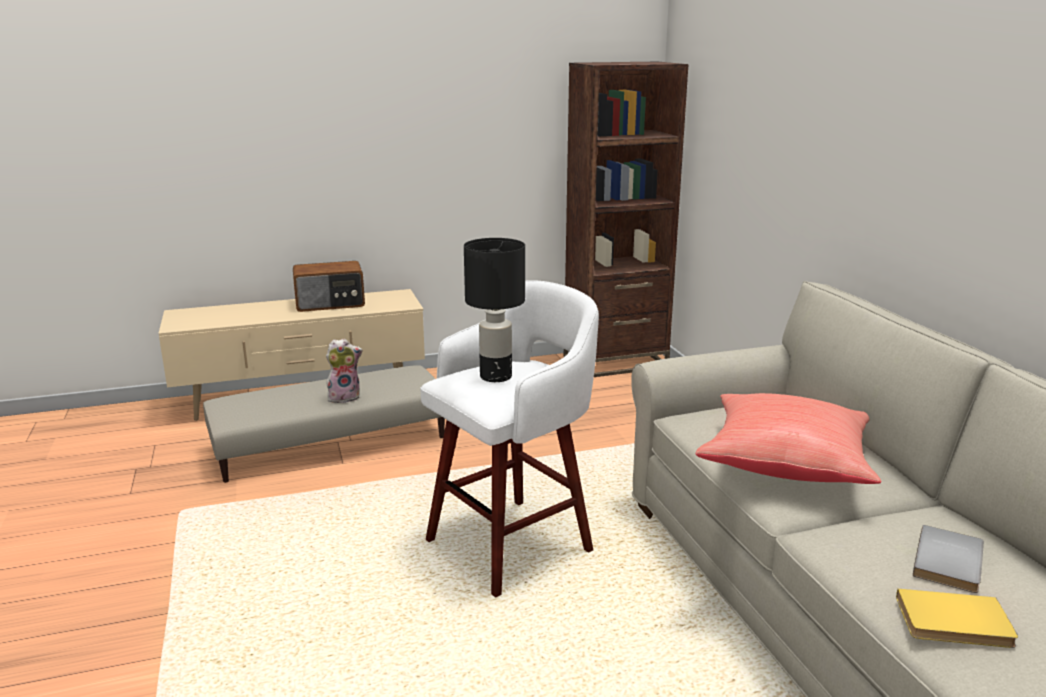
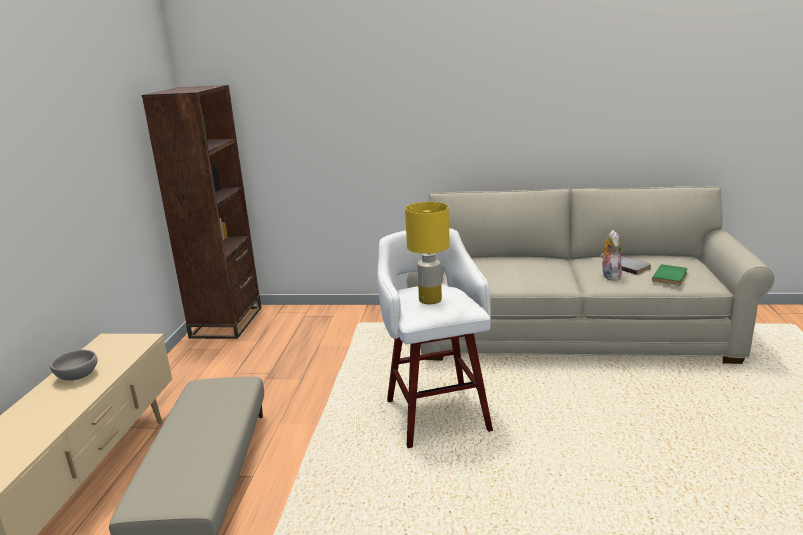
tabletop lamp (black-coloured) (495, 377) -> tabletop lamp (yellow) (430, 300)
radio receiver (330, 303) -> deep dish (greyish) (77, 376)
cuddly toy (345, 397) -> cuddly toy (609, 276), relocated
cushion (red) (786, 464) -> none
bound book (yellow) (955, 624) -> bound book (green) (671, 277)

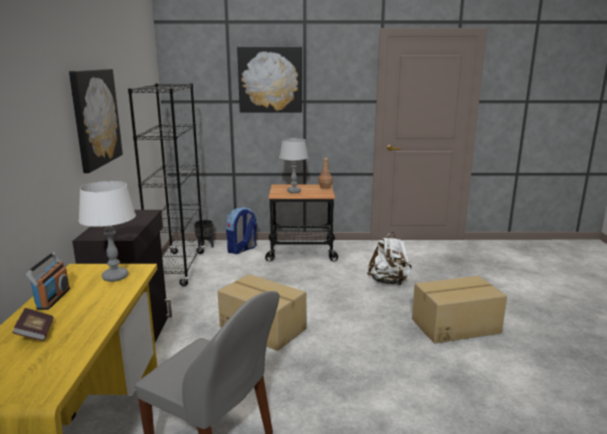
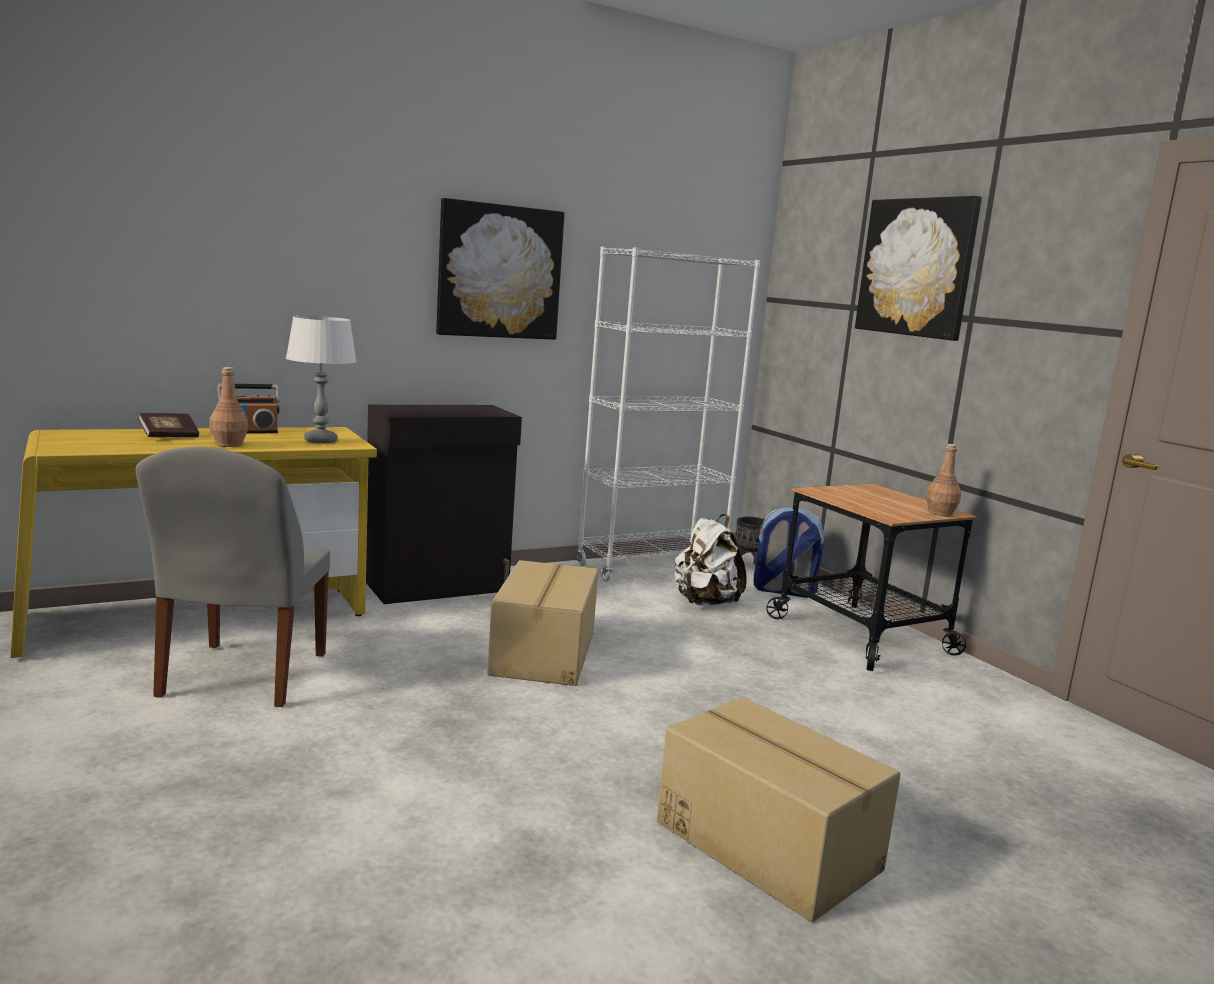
bookshelf (black-coloured) (178, 268) -> bookshelf (white-coloured) (651, 567)
tabletop lamp (greyish) (294, 191) -> none
knapsack (white-coloured) (389, 282) -> knapsack (white-coloured) (705, 602), relocated
none -> beverage bottle (brown) (228, 444)

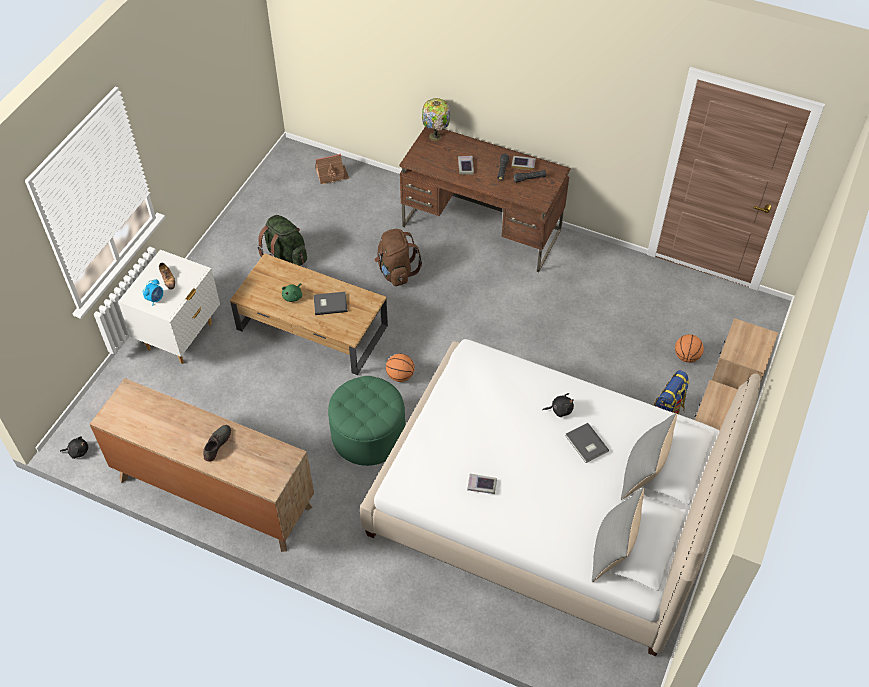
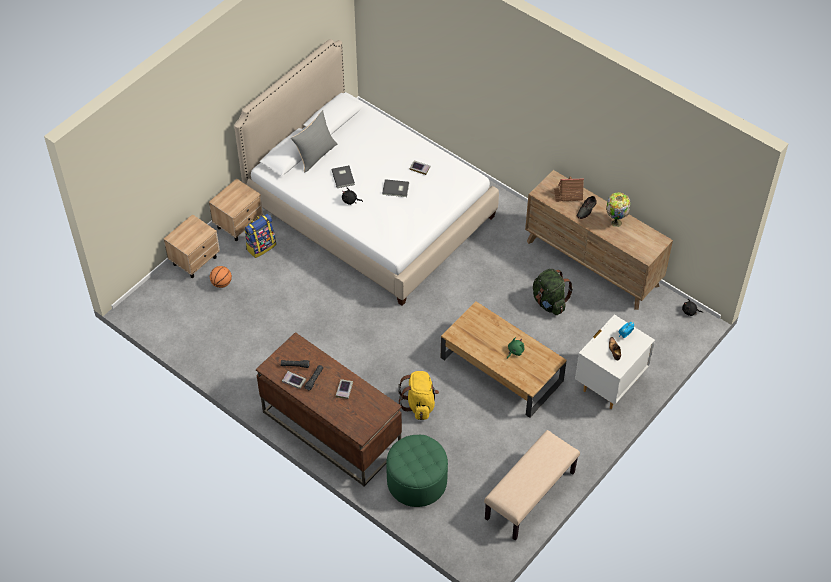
tabletop lamp (435, 137) -> tabletop lamp (616, 222), relocated
toy house (332, 175) -> toy house (568, 194), relocated
knapsack (green) (285, 256) -> knapsack (green) (549, 302), relocated
knapsack (brown) (396, 272) -> knapsack (yellow) (419, 404)
bound book (greyish) (329, 303) -> bound book (greyish) (396, 189), relocated
basketball ball (400, 376) -> none
ottoman (green) (368, 435) -> ottoman (green) (417, 481), relocated
cushion (greyish) (612, 550) -> none
none -> long seat (beige) (530, 496)

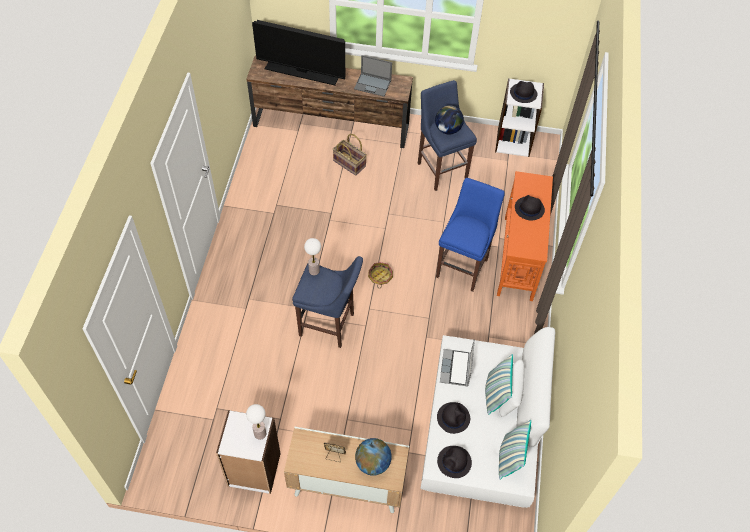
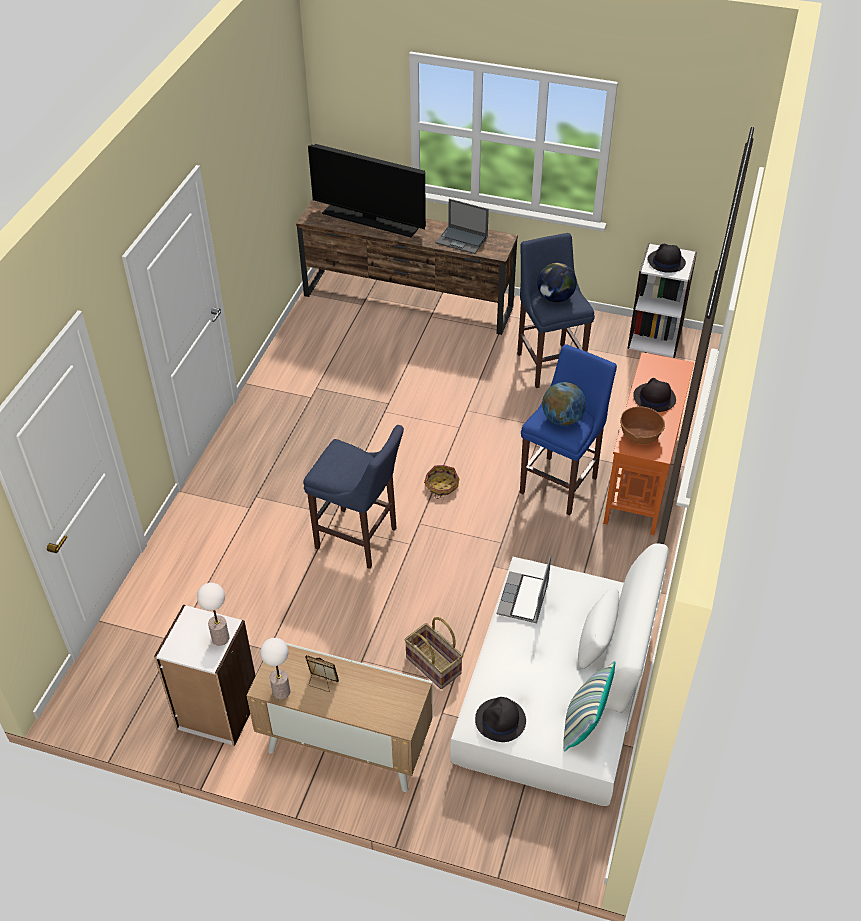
household basket (350, 163) -> household basket (434, 665), relocated
tabletop lamp (314, 271) -> tabletop lamp (281, 691), relocated
cushion (495, 394) -> none
wearable hat (black-coloured) (453, 417) -> none
globe (373, 463) -> globe (562, 419), relocated
none -> deep dish (brown) (640, 435)

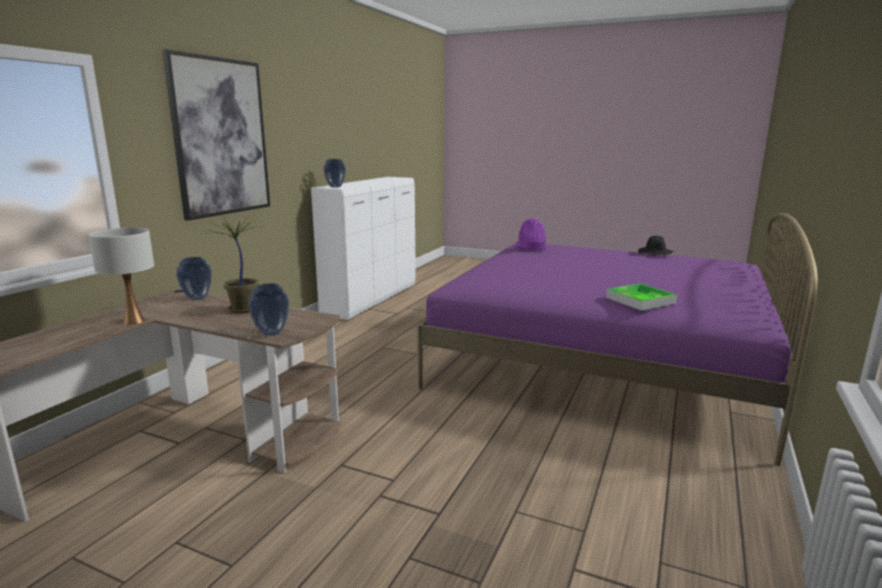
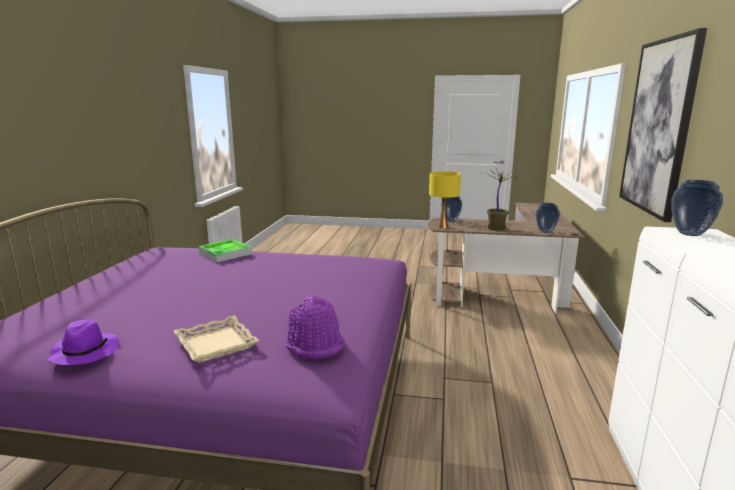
tabletop lamp (white-coloured) (134, 321) -> none
wearable hat (black-coloured) (655, 253) -> wearable hat (purple-coloured) (84, 352)
none -> tabletop lamp (yellow) (442, 226)
none -> tray (beige) (217, 344)

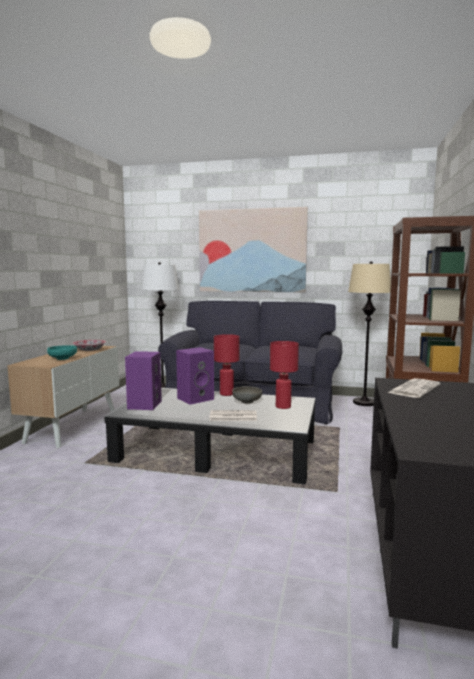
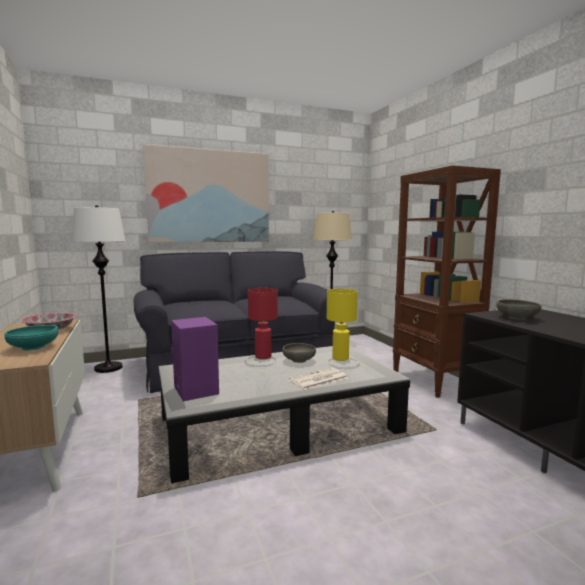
tabletop lamp (red) (283, 407) -> tabletop lamp (yellow) (340, 358)
loudspeaker (purple-coloured) (196, 398) -> none
daily paper (414, 389) -> deep dish (greyish) (517, 318)

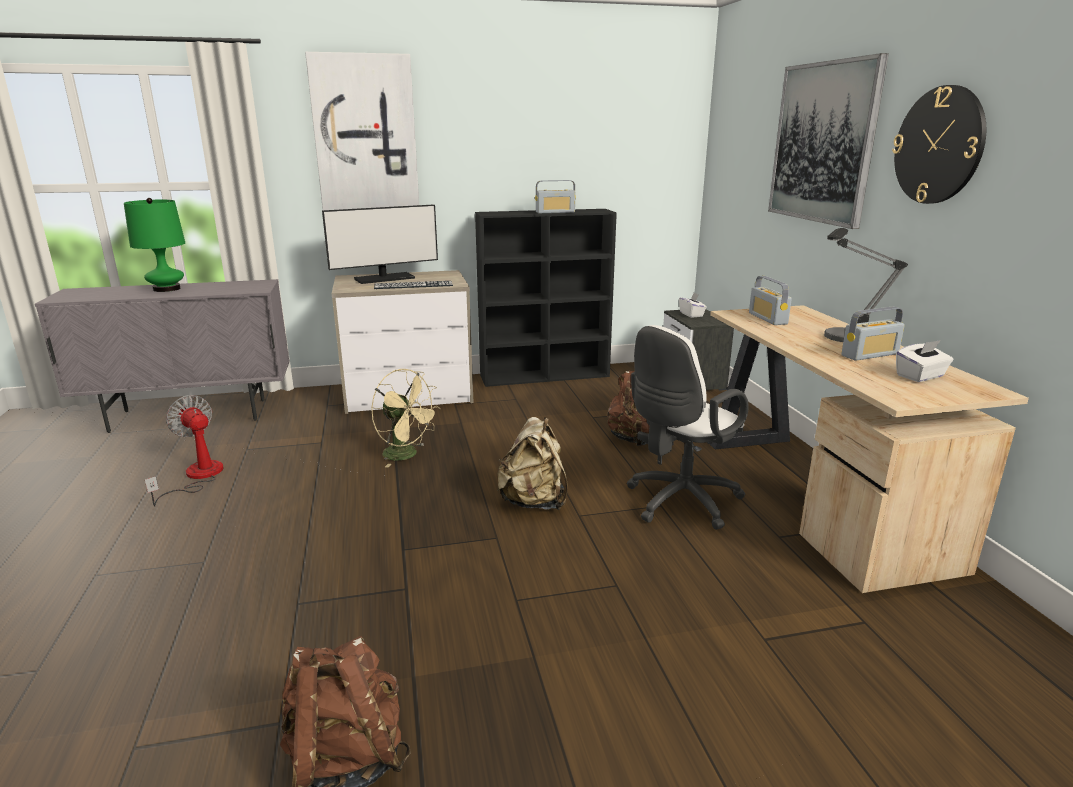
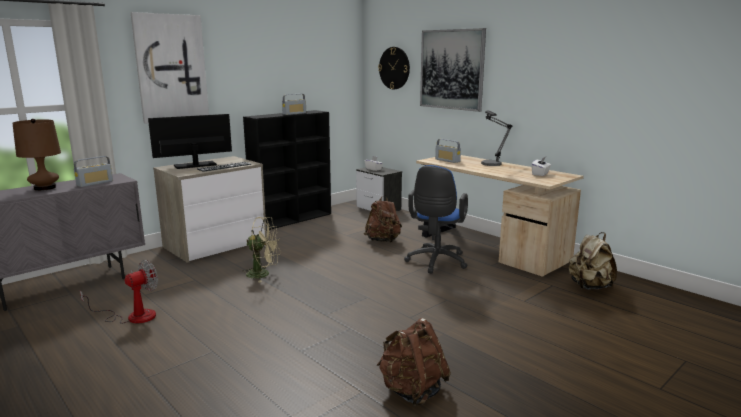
clock on the wall (939, 145) -> clock on the wall (394, 68), relocated
tabletop lamp (green) (166, 289) -> tabletop lamp (brown) (45, 188)
computer screen (384, 278) -> computer screen (195, 165), 150 degrees counterclockwise
radio receiver (870, 355) -> radio receiver (95, 183), relocated
desk chair (white-coloured) (678, 503) -> desk chair (bluish) (435, 262)
electric fan (197, 477) -> electric fan (132, 316), 120 degrees clockwise
knapsack (beige) (534, 502) -> knapsack (beige) (589, 287), relocated

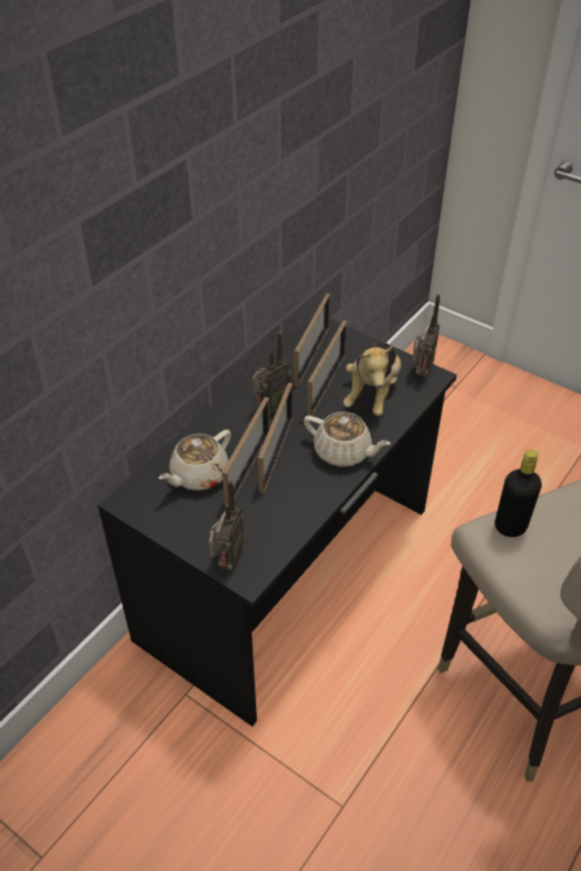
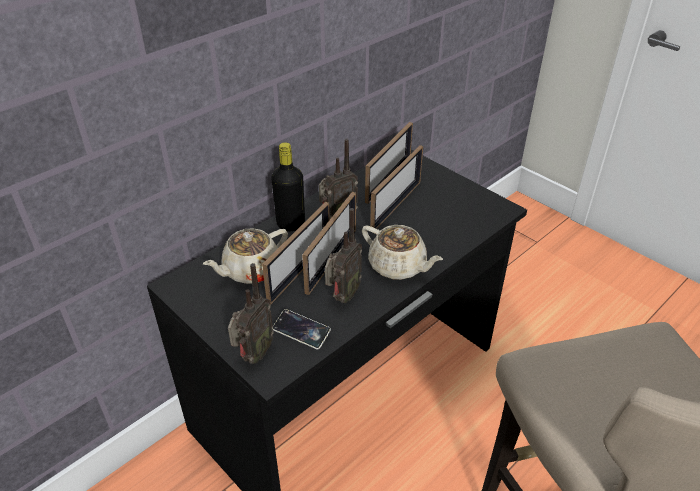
radio receiver (421, 373) -> radio receiver (342, 297), relocated
cuddly toy (372, 393) -> none
beverage bottle (black-coloured) (510, 527) -> beverage bottle (black-coloured) (290, 224), relocated
none -> telephone (301, 331)

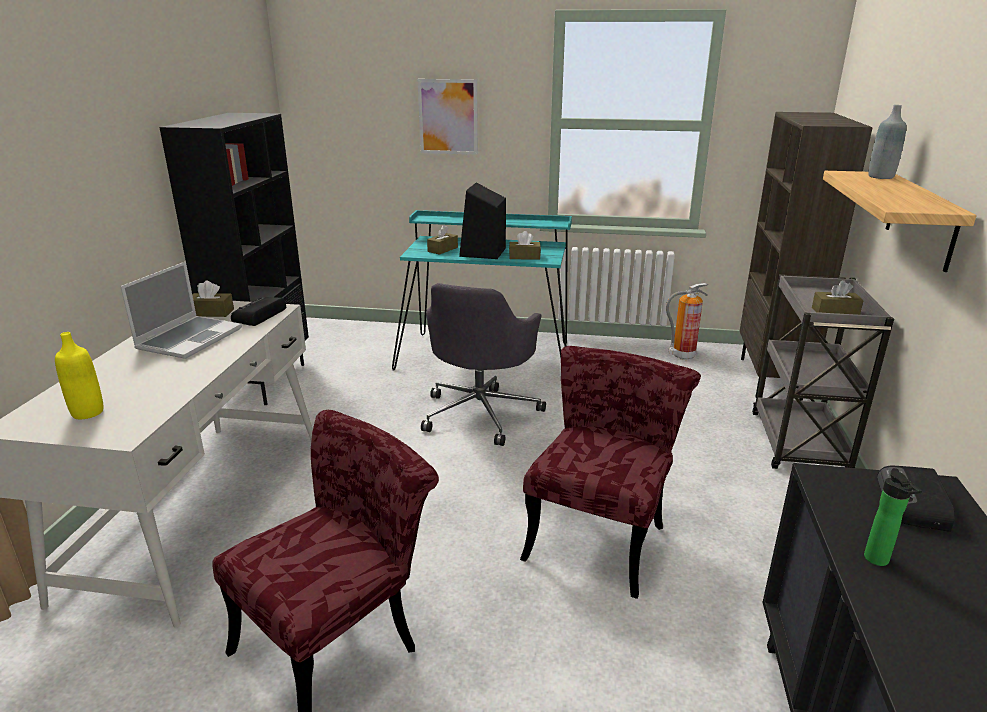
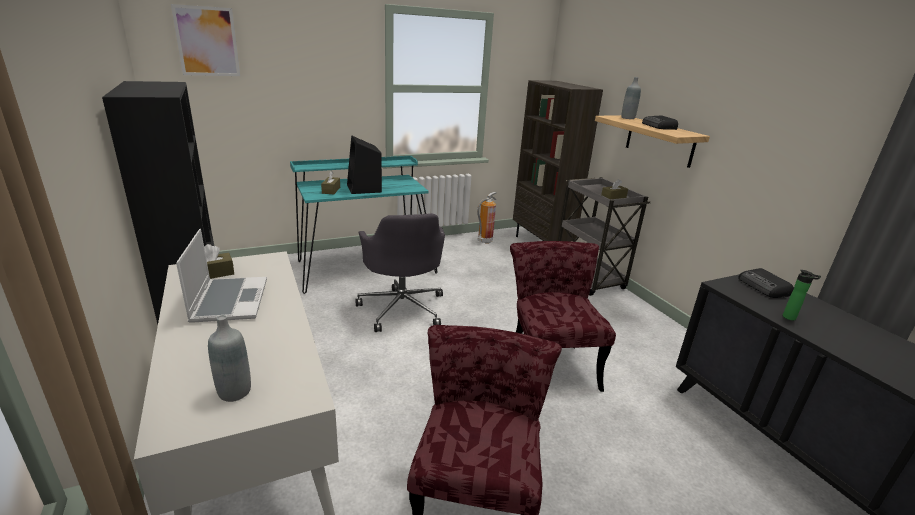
picture (448, 117) -> picture (207, 41), relocated
box of tissues (brown) (524, 257) -> none
radio receiver (259, 316) -> radio receiver (659, 126), relocated
beverage bottle (yellow) (87, 412) -> beverage bottle (greyish) (234, 392)

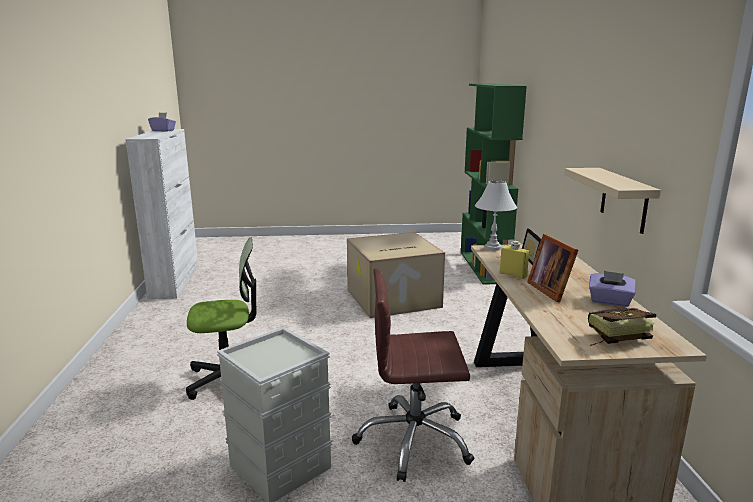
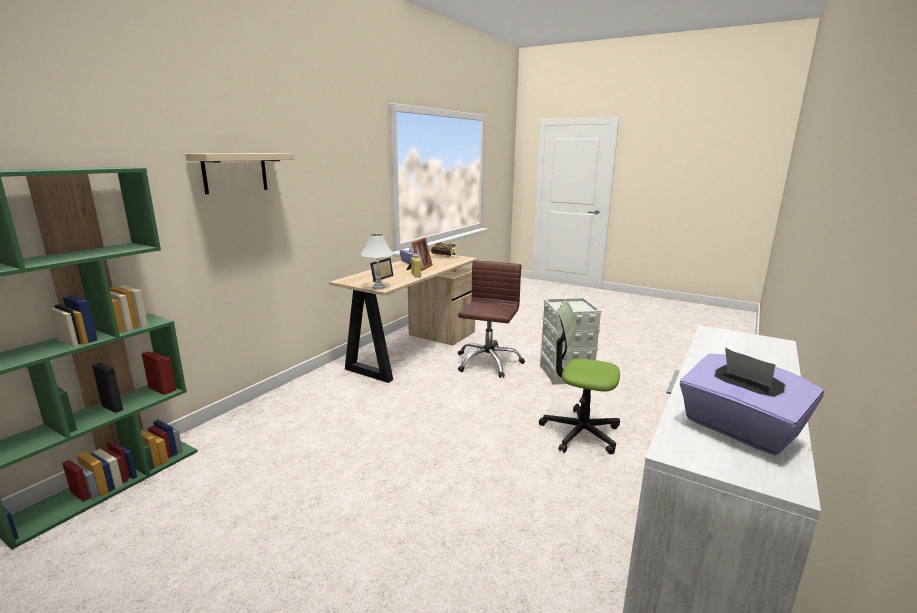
shelf (beige) (624, 200) -> shelf (beige) (235, 172), relocated
packing box (392, 299) -> none
desk chair (brown) (414, 441) -> desk chair (brown) (487, 362), 105 degrees counterclockwise

